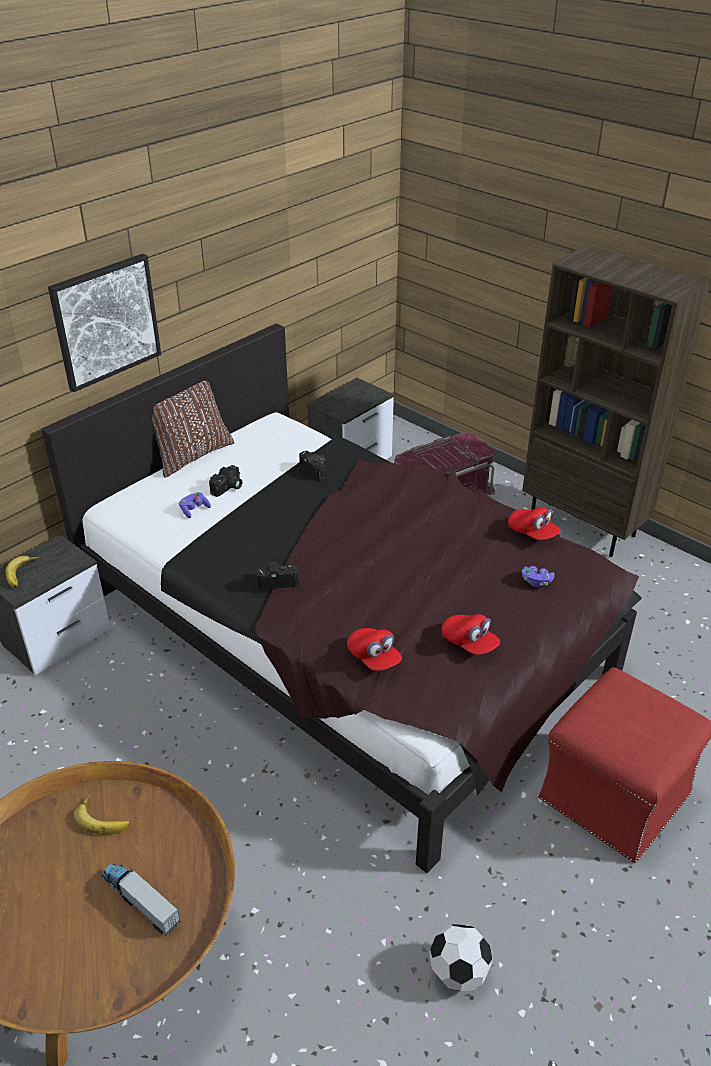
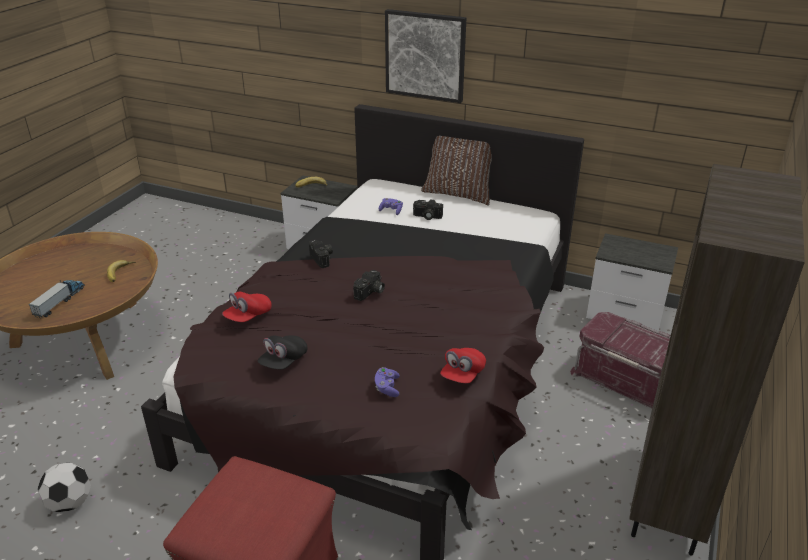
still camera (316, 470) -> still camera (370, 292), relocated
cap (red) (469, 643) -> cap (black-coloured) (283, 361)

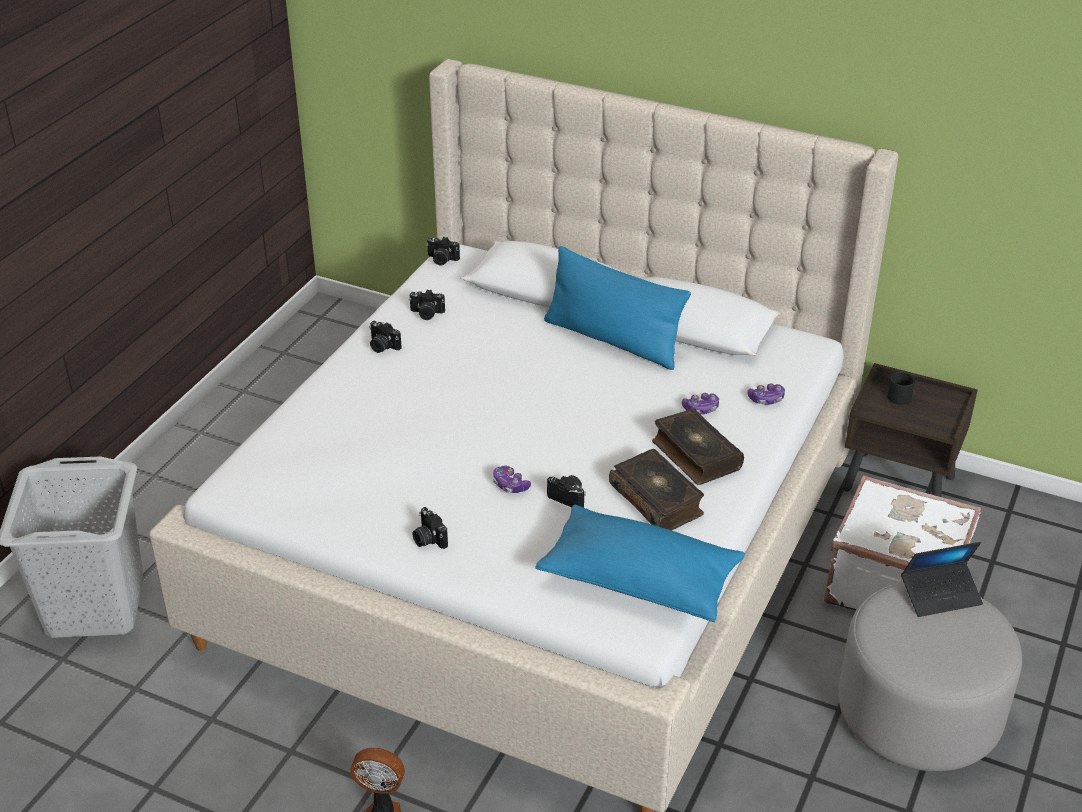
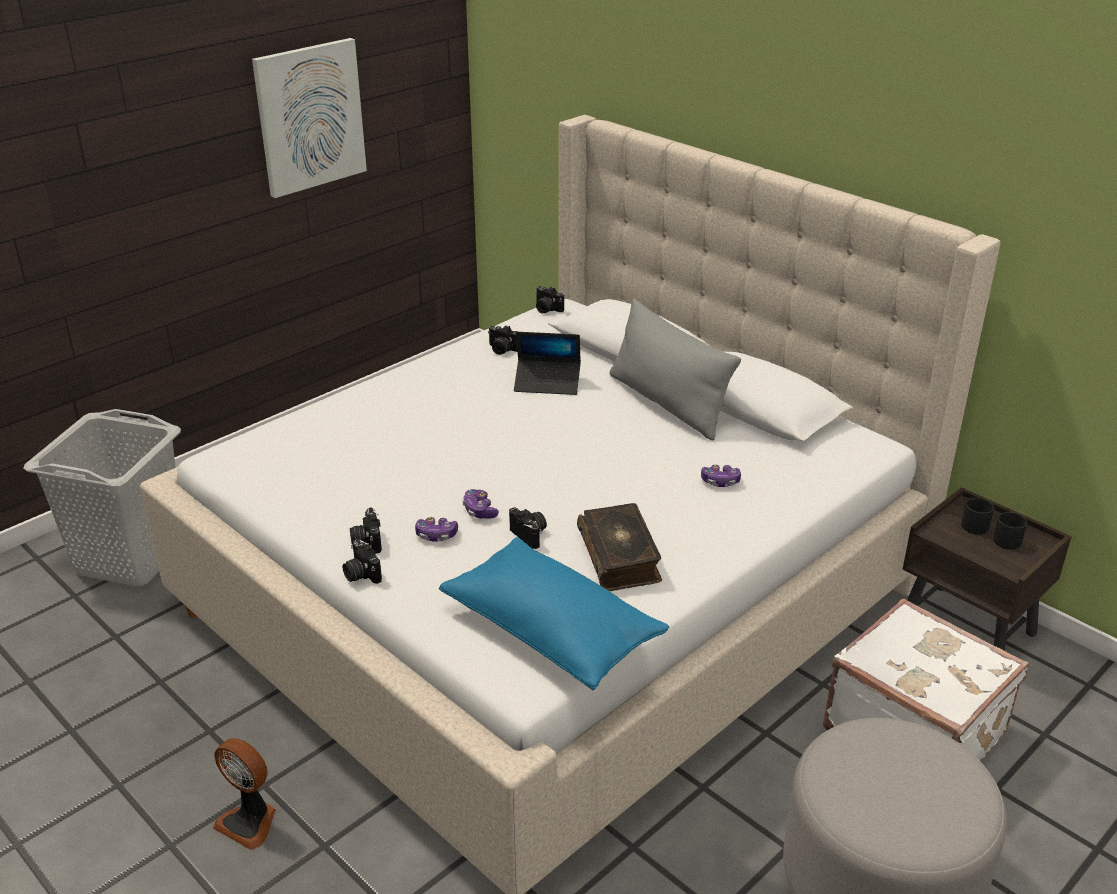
cushion (bluish) (612, 340) -> cushion (greyish) (667, 403)
still camera (382, 346) -> still camera (361, 574), relocated
game controller (766, 399) -> game controller (436, 535), relocated
bound book (695, 455) -> none
laptop (940, 595) -> laptop (547, 383), relocated
none -> picture (310, 117)
none -> tea mug (black-coloured) (1007, 538)

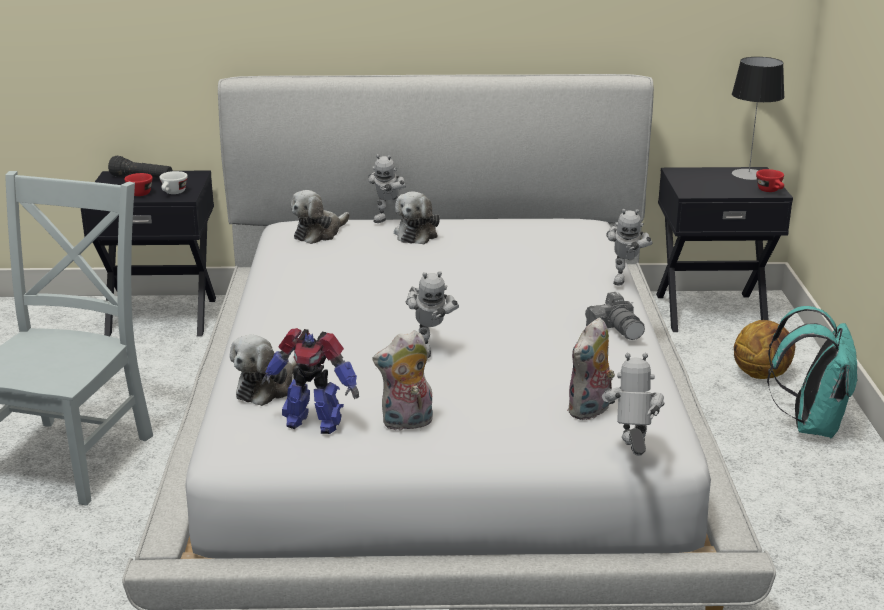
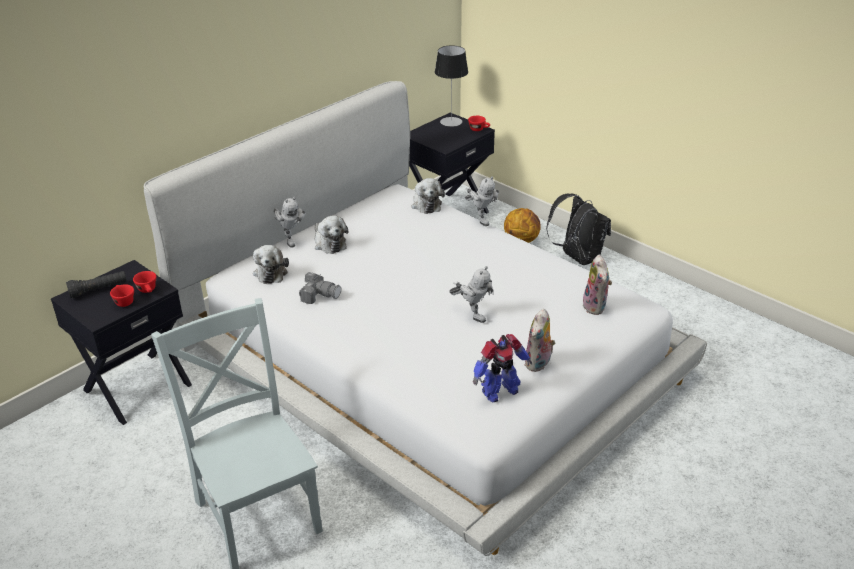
small cup (white-coloured) (173, 193) -> small cup (red) (148, 290)
still camera (616, 330) -> still camera (319, 295), relocated
knapsack (turquoise-coloured) (810, 425) -> knapsack (black-coloured) (577, 258)
cuddly toy (267, 387) -> cuddly toy (426, 204), relocated
robot figure (631, 456) -> none

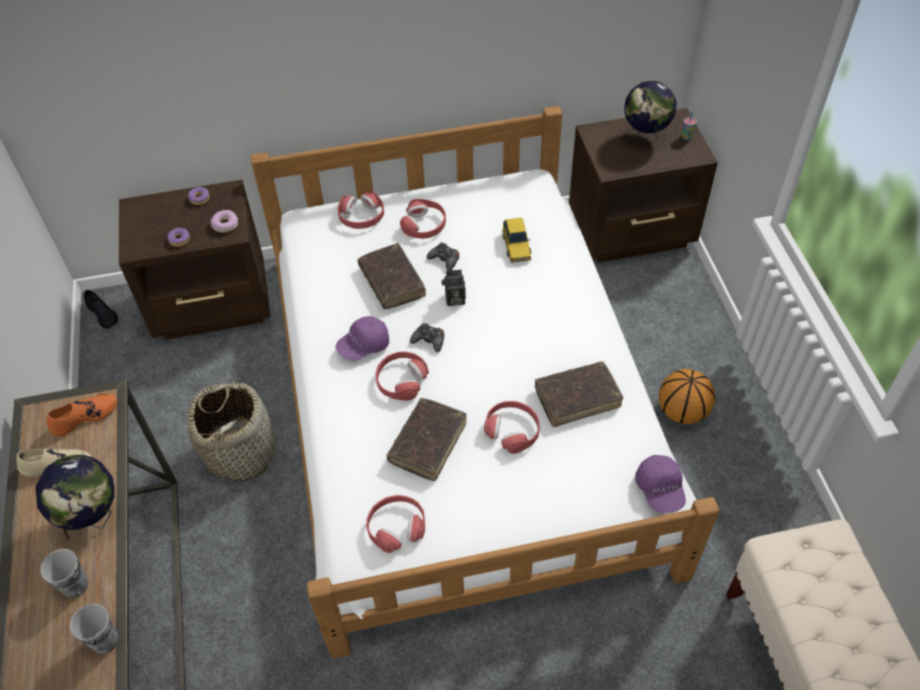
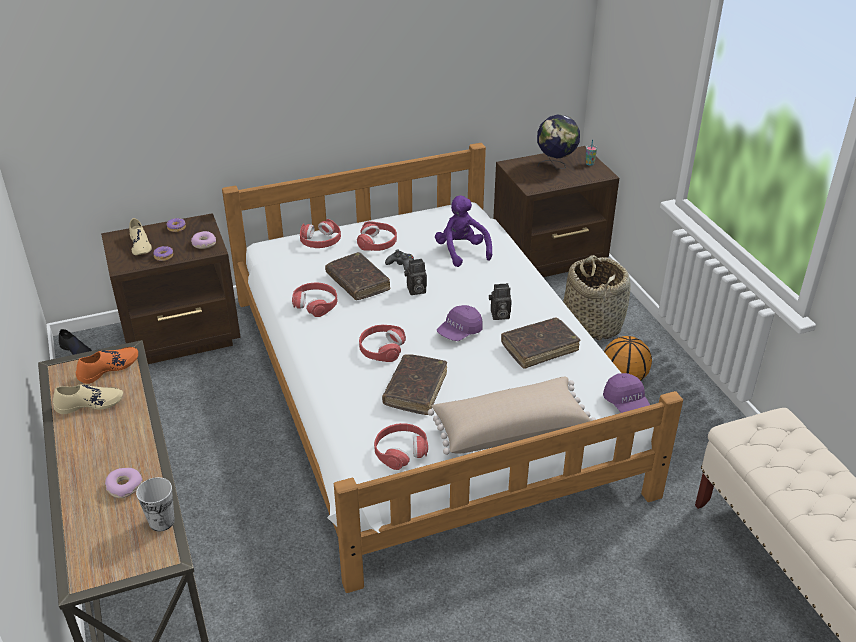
model car (516, 246) -> cuddly toy (purple-coloured) (461, 251)
cap (purple-coloured) (363, 345) -> cap (purple-coloured) (459, 332), relocated
game controller (black-coloured) (429, 340) -> none
household basket (241, 451) -> household basket (592, 323), relocated
pair of headphones (red) (512, 430) -> pair of headphones (red) (315, 304), relocated
globe (94, 518) -> none
small cup (75, 585) -> ring doughnut (124, 486)
none -> shoe (beige) (140, 245)
none -> still camera (499, 315)
none -> cushion (beige) (509, 429)

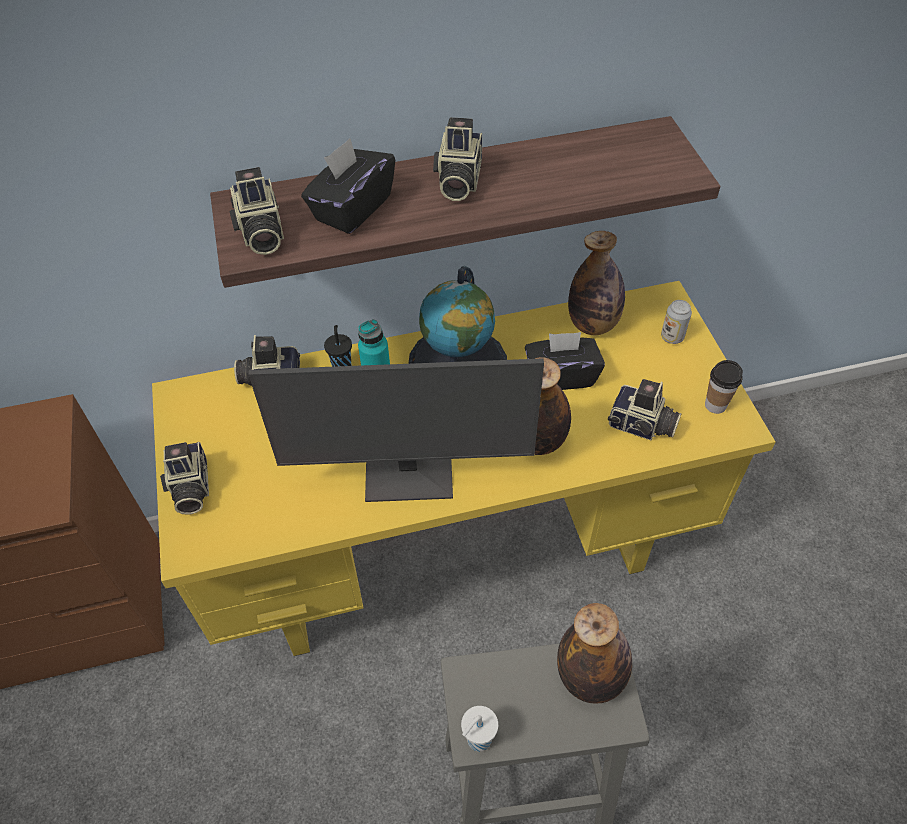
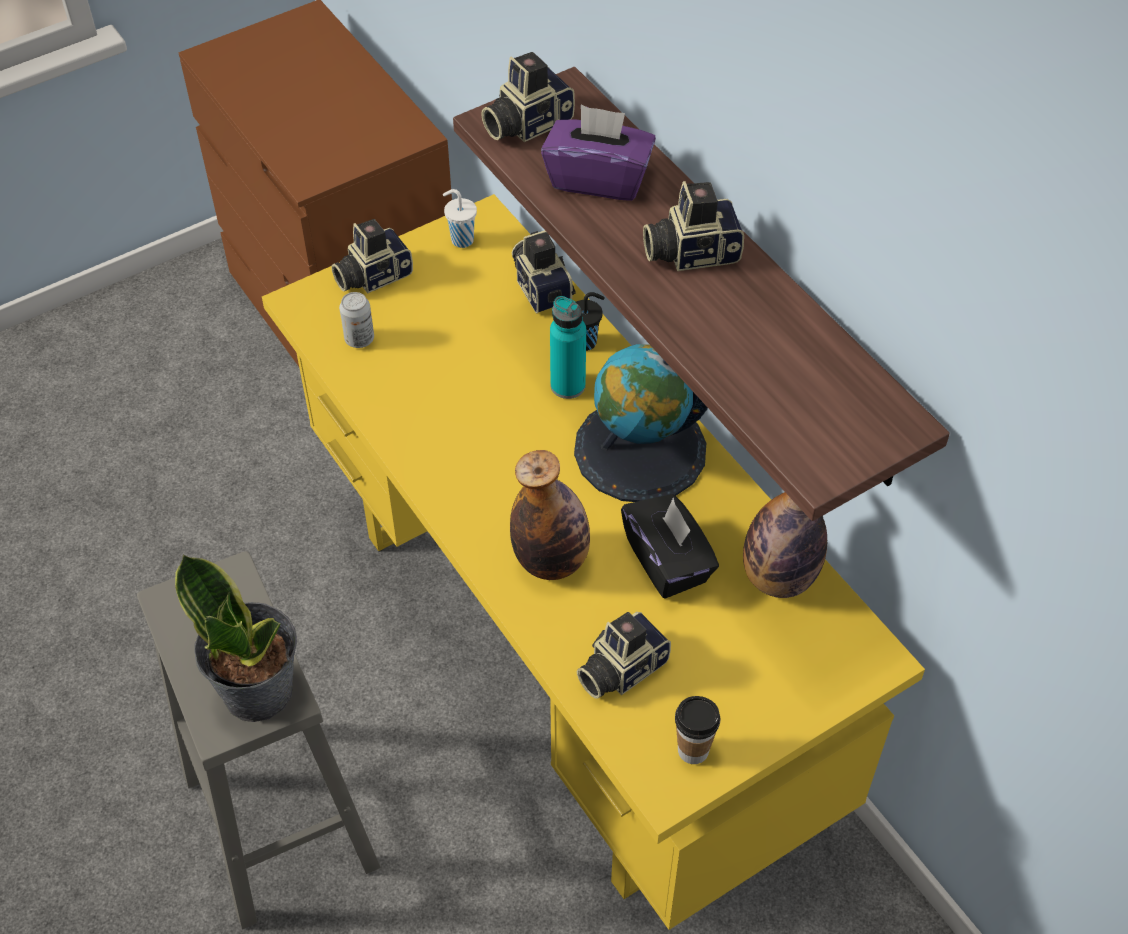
box of tissues (black-coloured) (352, 208) -> box of tissues (purple-coloured) (598, 178)
sealed can (672, 337) -> sealed can (359, 339), relocated
computer screen (409, 473) -> none
still camera (641, 426) -> still camera (620, 668), 45 degrees clockwise
beverage bottle (590, 677) -> plant in a pot (259, 690)
small cup (white-coloured) (477, 740) -> small cup (white-coloured) (461, 240), relocated

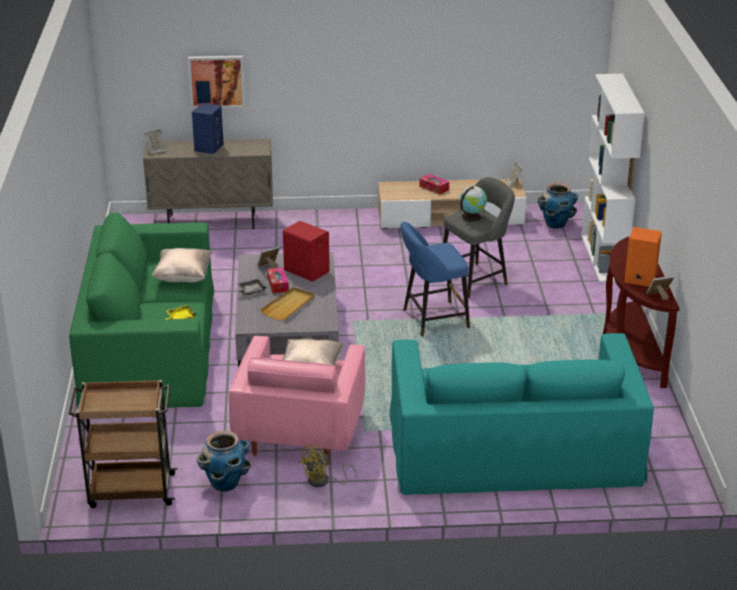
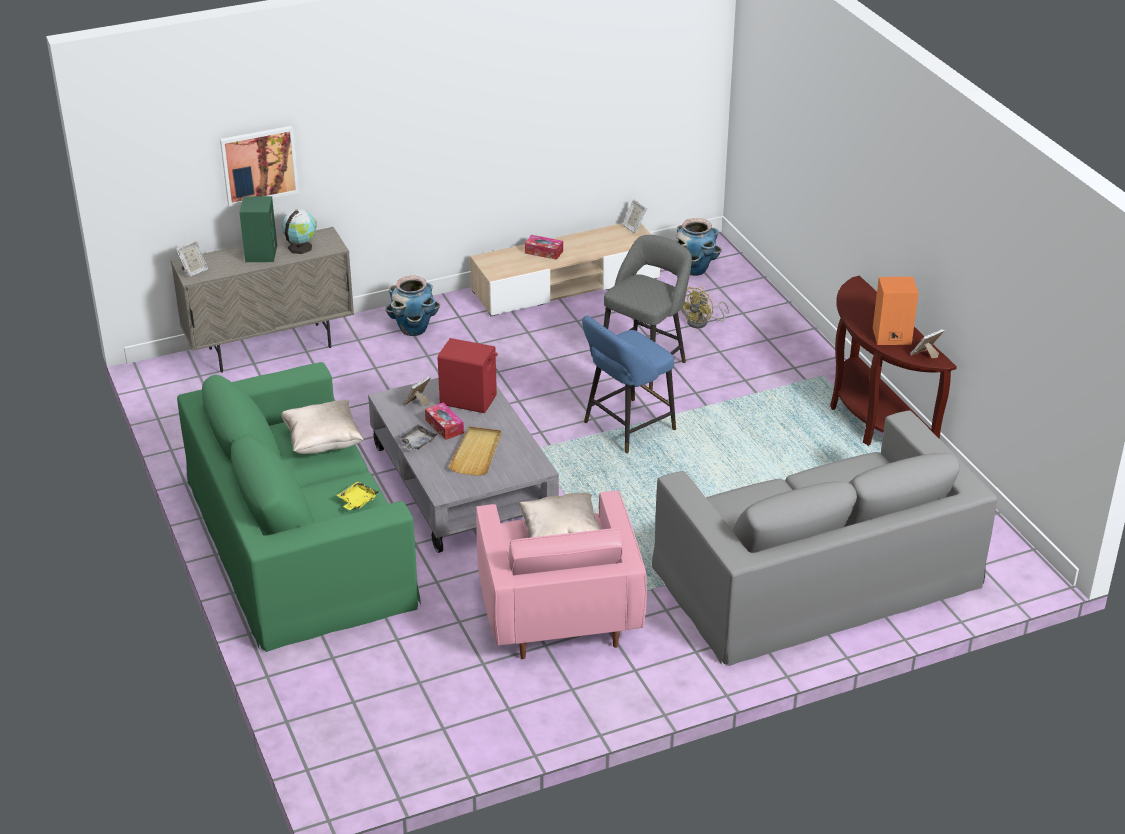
bookshelf (white-coloured) (603, 258) -> none
loudspeaker (bluish) (208, 147) -> loudspeaker (green) (260, 253)
globe (472, 216) -> globe (301, 247), relocated
sofa (turquoise-coloured) (513, 449) -> sofa (greyish) (816, 576)
wheeled cart (brown) (130, 491) -> none
plant pot (225, 483) -> plant pot (413, 329), relocated
electric fan (yellow) (323, 481) -> electric fan (yellow) (702, 322), relocated

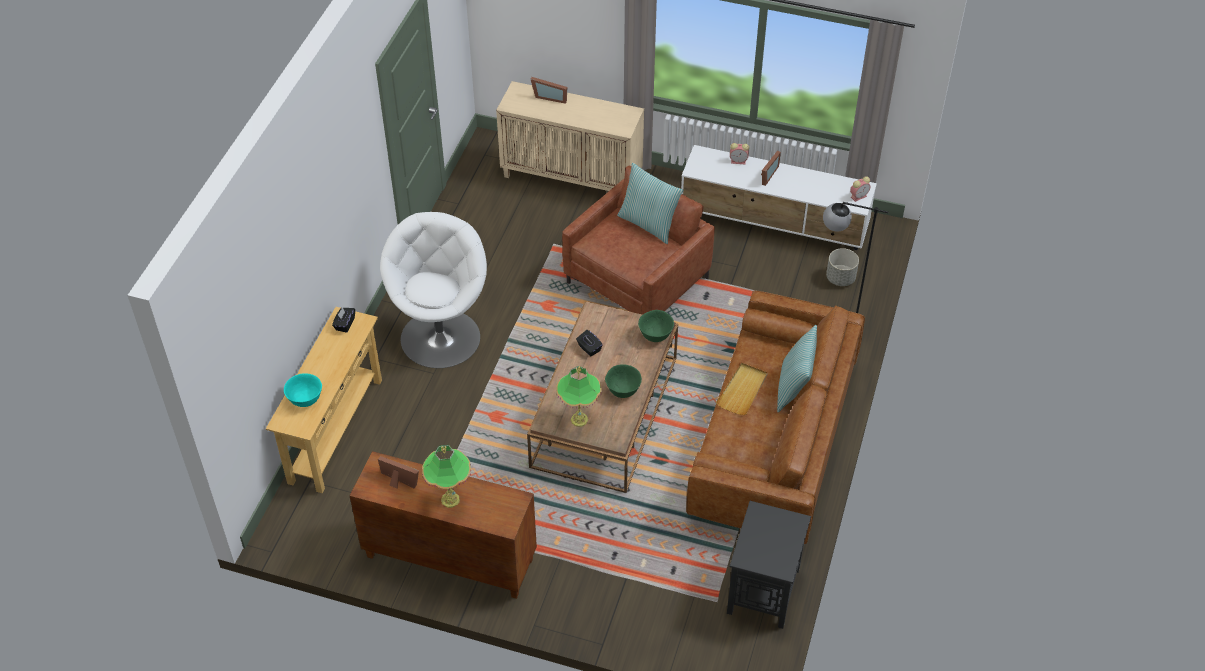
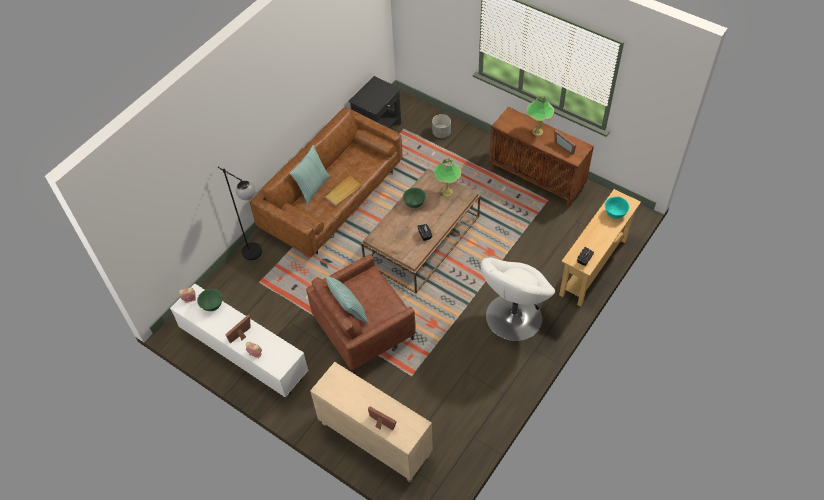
plant pot (greyish) (840, 278) -> plant pot (greyish) (441, 133), relocated
deep dish (green) (655, 335) -> deep dish (green) (212, 306), relocated

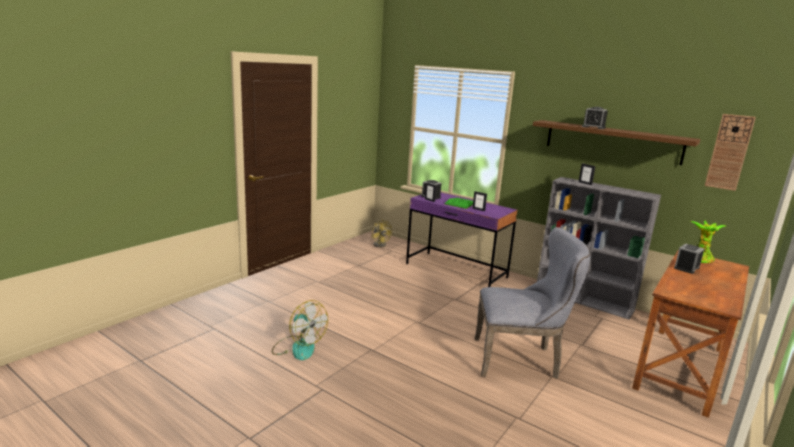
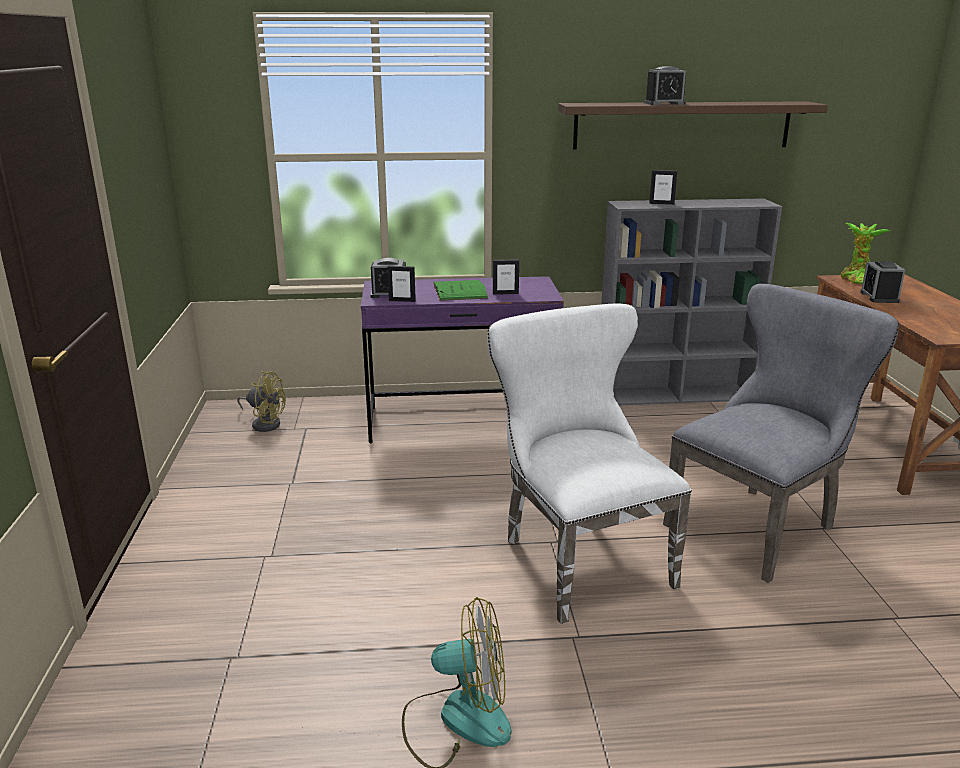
clock on the wall (729, 152) -> none
none -> plain chair (white-coloured) (577, 558)

